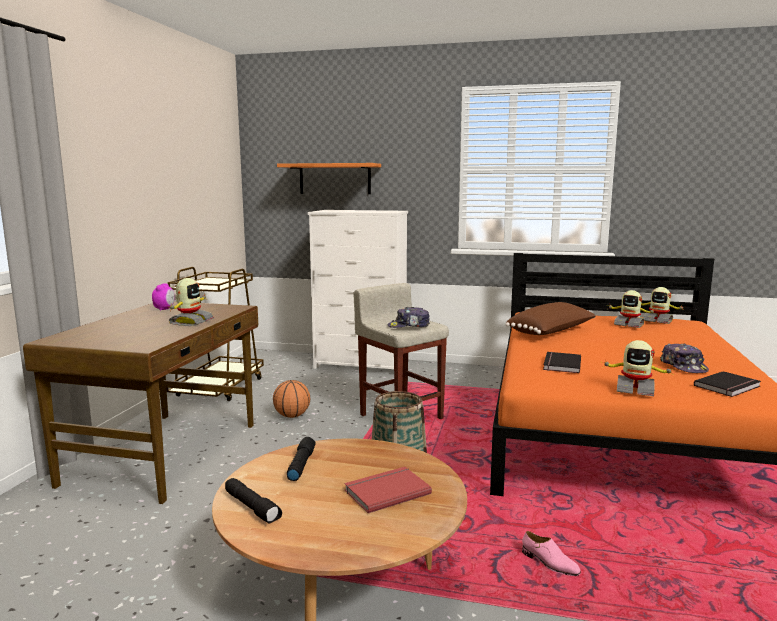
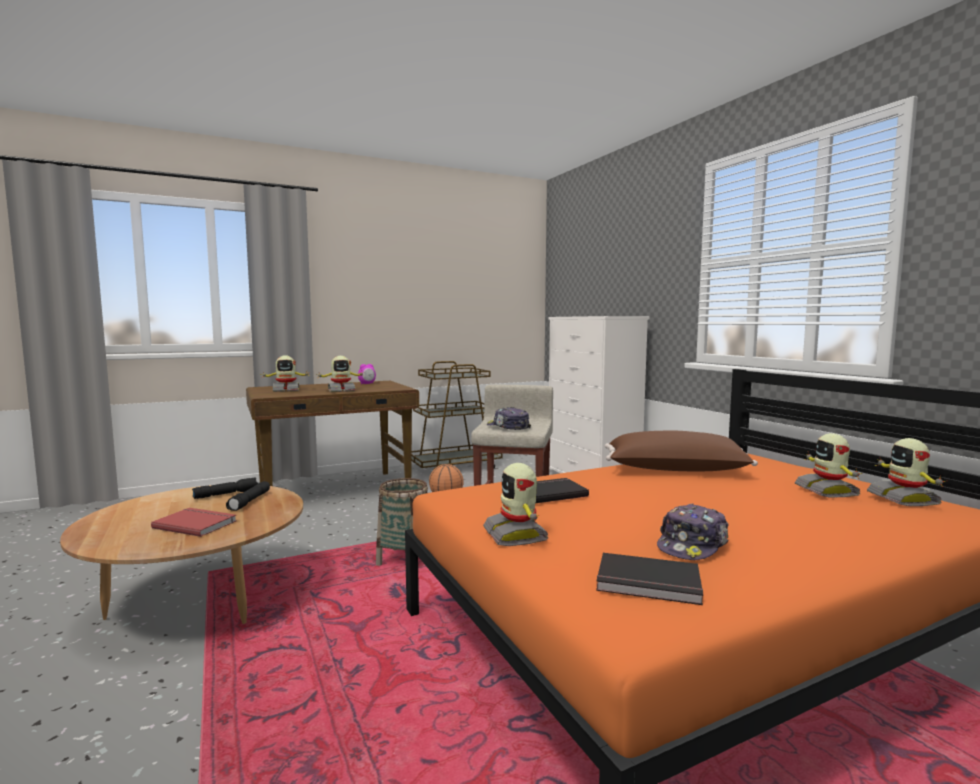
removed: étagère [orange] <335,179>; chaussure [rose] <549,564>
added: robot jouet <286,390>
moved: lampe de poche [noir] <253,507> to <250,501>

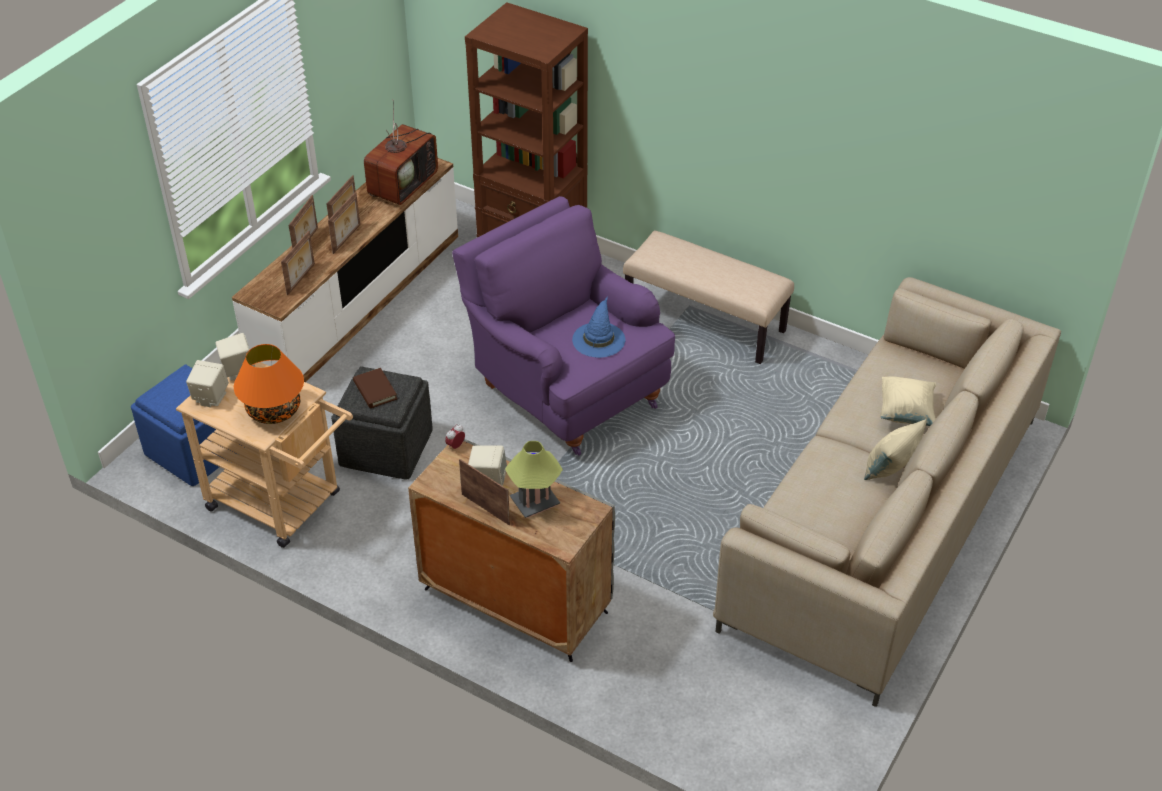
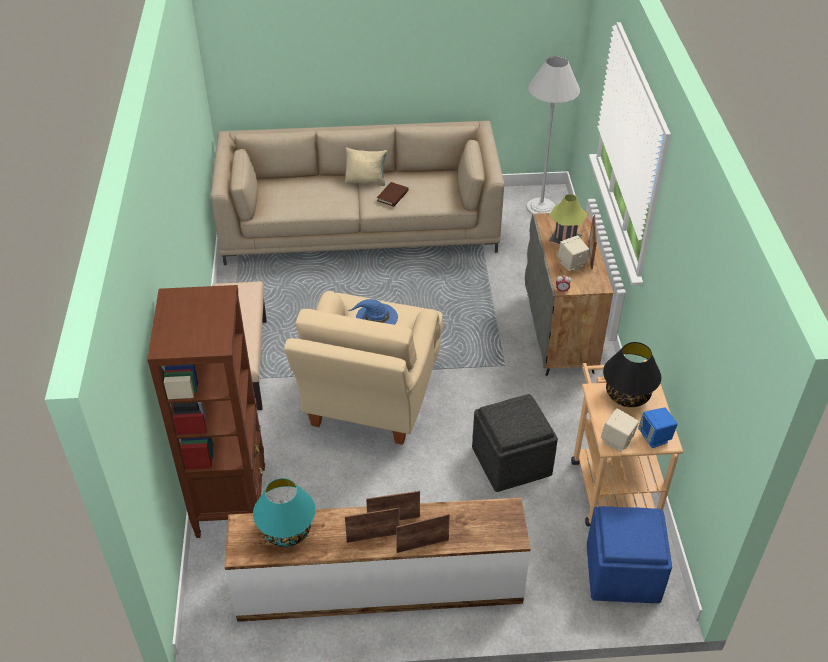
removed: cadre photo <301,279>; coussin [beige] <906,412>
added: lampadaire [blanc] <541,208>
moved: livre [marron] <375,390> to <392,196>
replaced: téléviseur <402,184> to lampe de table [turquoise] <286,531>
recoloured: enceinte [beige] <210,397> to enceinte [bleu] <655,438>; lampe de table [orange] <274,410> to lampe de table [noir] <627,395>; fauteuil [violet] <566,388> to fauteuil [beige] <370,400>

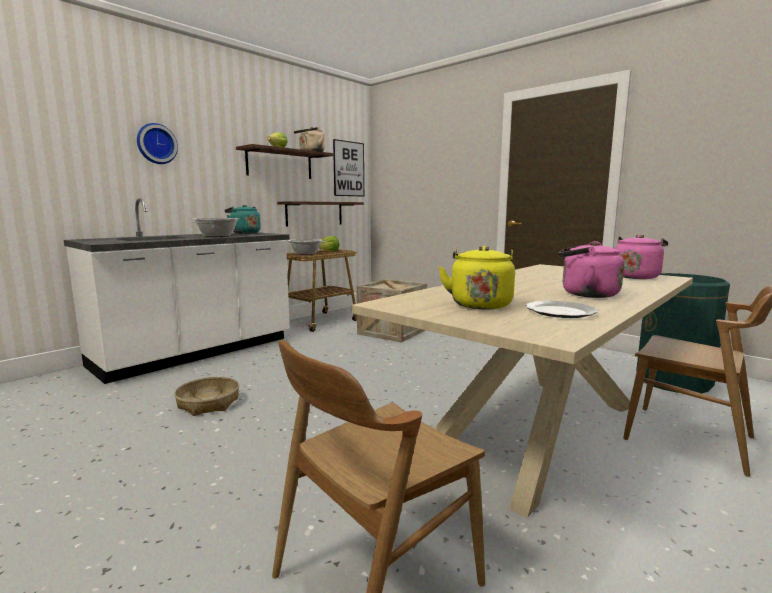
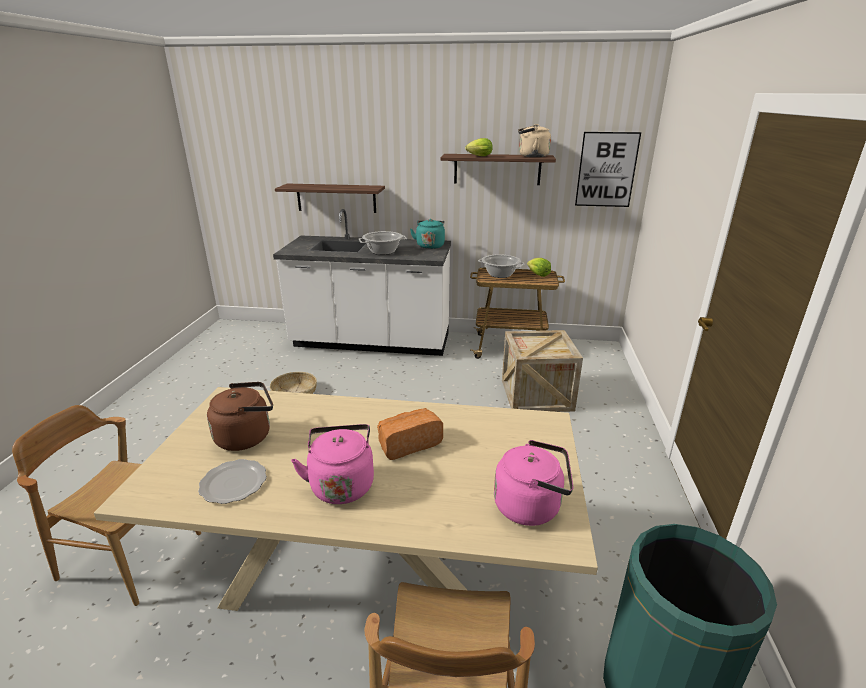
removed: horloge murale <156,144>
added: pain <408,444>
moved: étagère <314,213> to <336,198>
recoloured: bouilloire [jaune] <480,304> to bouilloire [marron] <247,436>

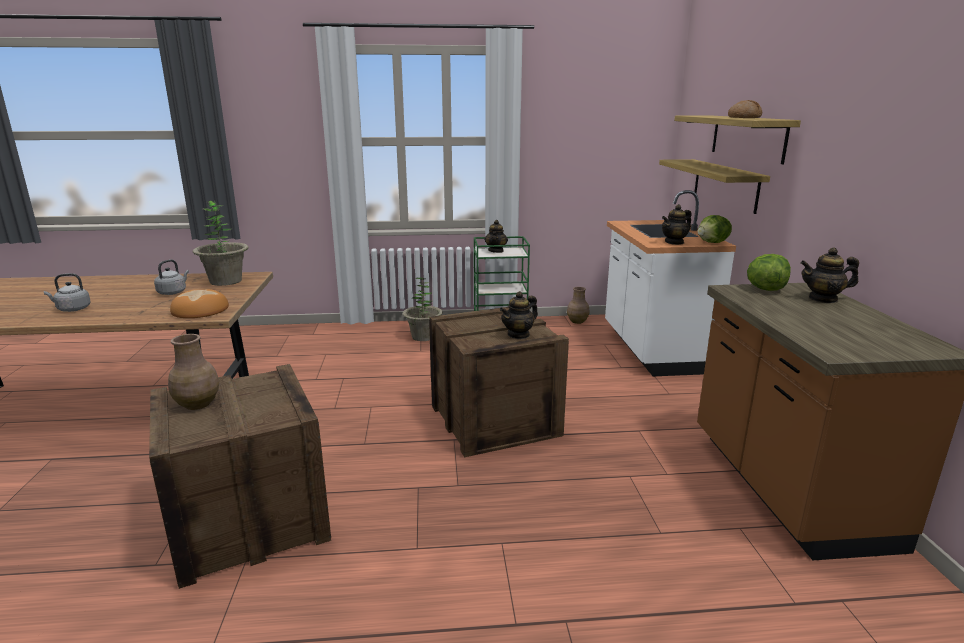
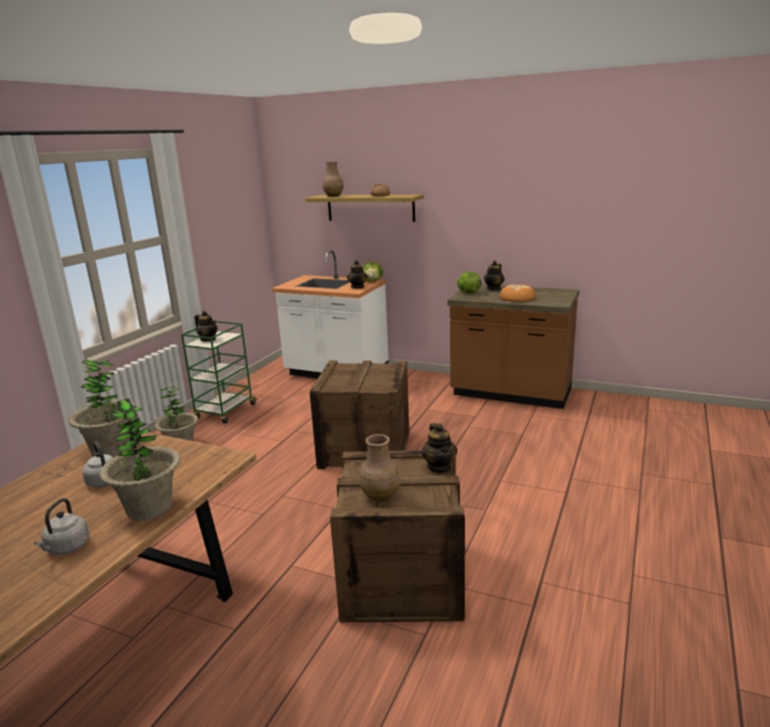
removed: étagère <725,184>
added: plante en pot <149,508>
moved: pain <200,310> to <517,298>; théière <518,335> to <439,467>; vase [marron] <577,321> to <333,196>

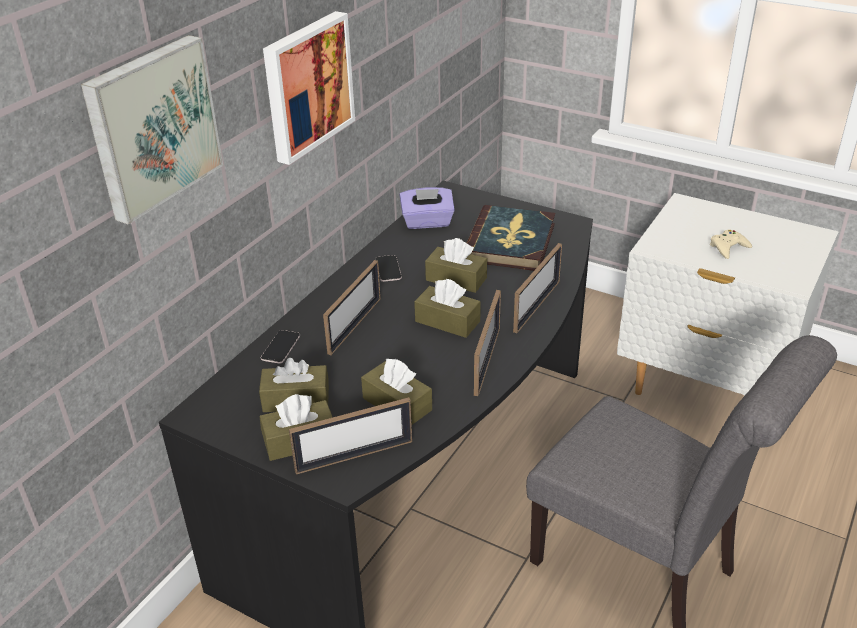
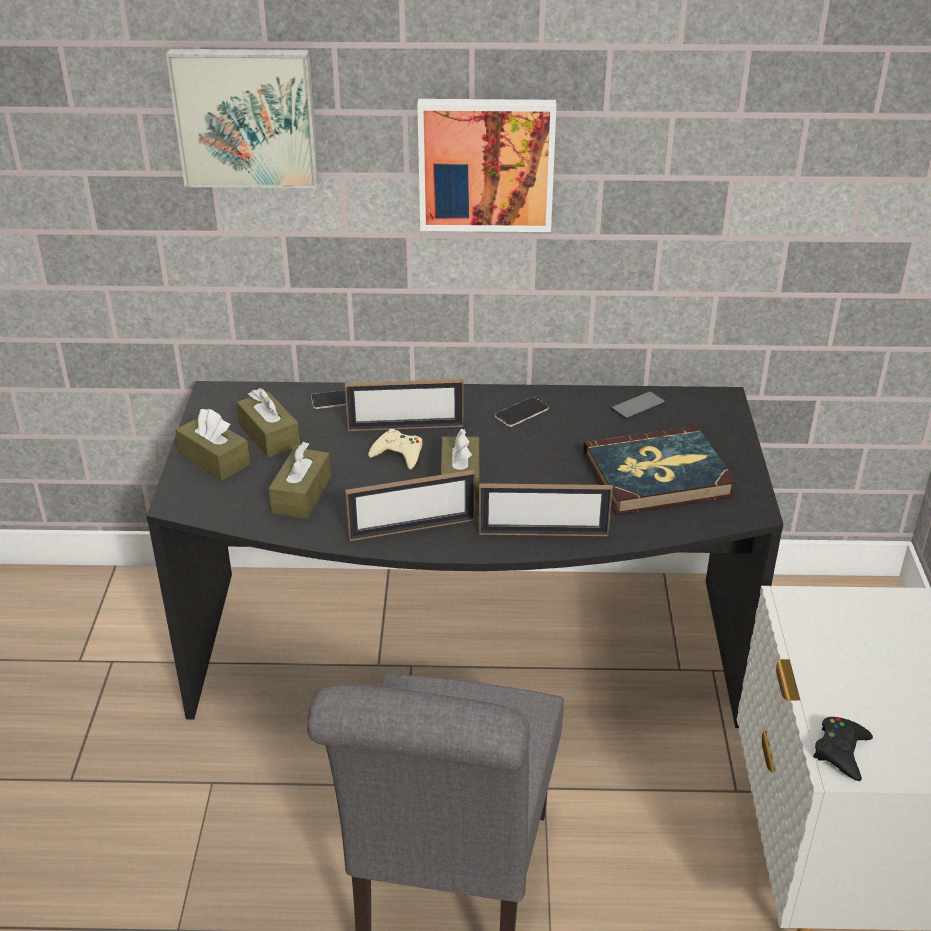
removed: cadre photo <354,456>; boîte à mouchoirs [marron] <456,279>
added: manette [noir] <841,751>
moved: manette [beige] <728,247> to <398,454>
replaced: boîte à mouchoirs [violet] <427,222> to téléphone <638,406>

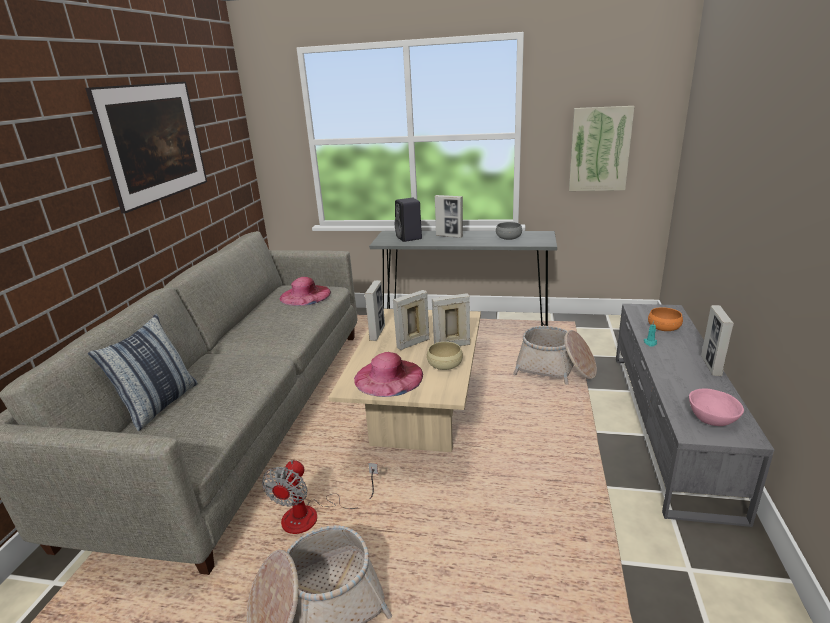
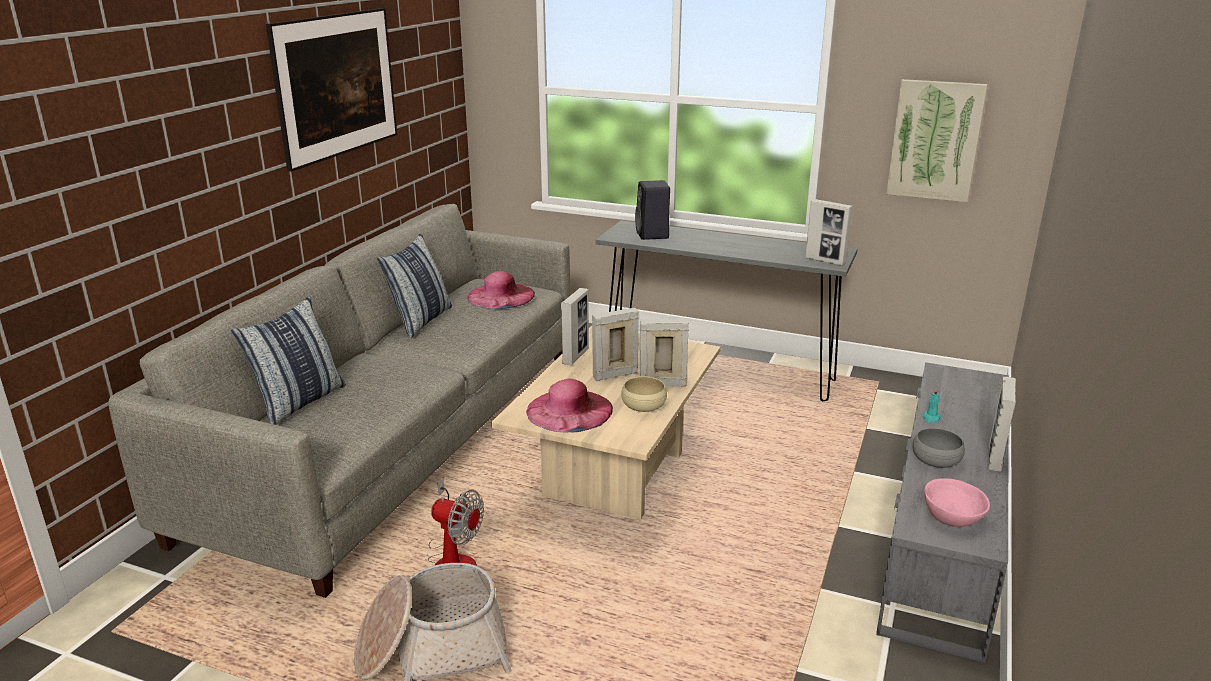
removed: panier <555,369>; bol [orange] <664,327>
added: coussin <420,321>
moved: cadre photo <449,236> to <825,261>; bol [gris] <508,237> to <936,460>
turned: ventilateur <313,515> = <453,560> 90 degrees counterclockwise

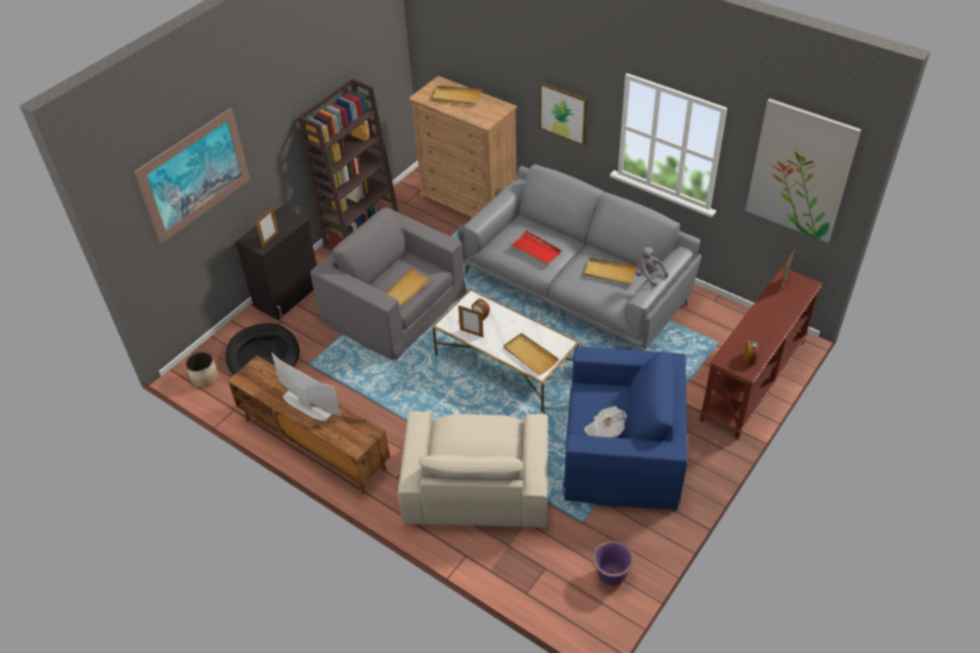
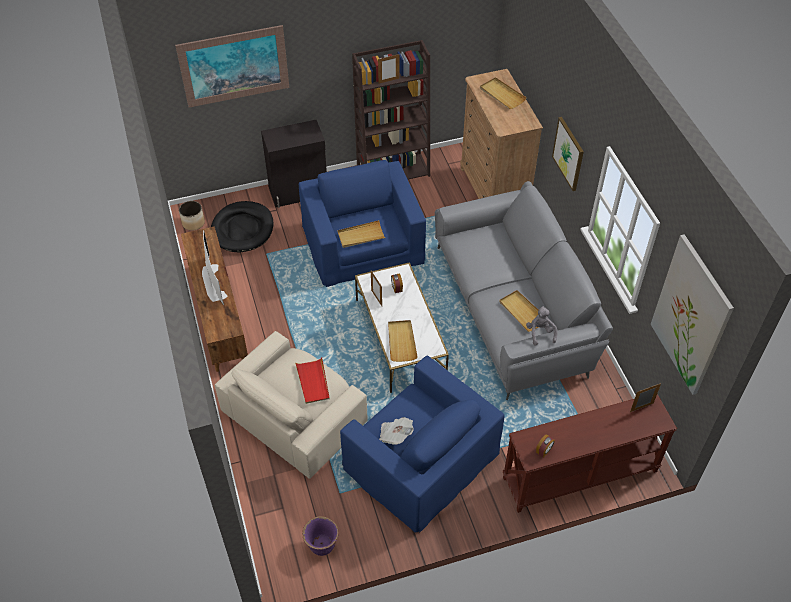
moved: cadre photo <270,239> to <388,80>; plateau [rouge] <535,250> to <313,382>
recoloured: fauteuil [gris] <393,305> to fauteuil [bleu] <363,243>

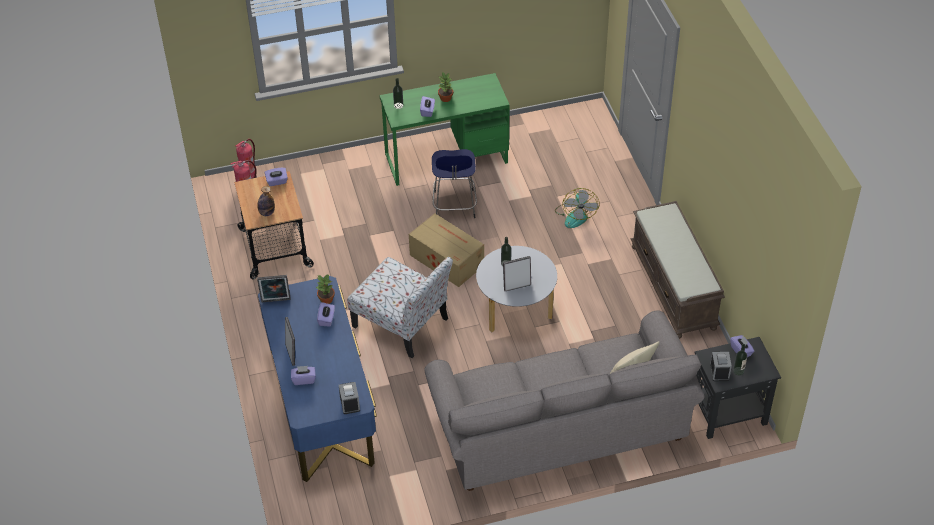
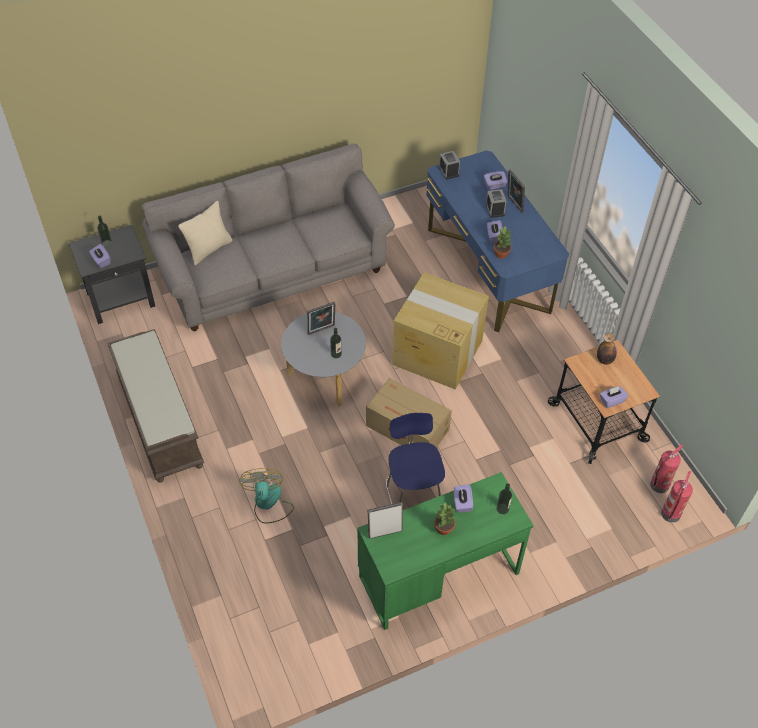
moved: cadre photo <276,301> to <385,531>; réveil <719,372> to <495,209>
replaced: chaise <402,323> to carton <436,352>

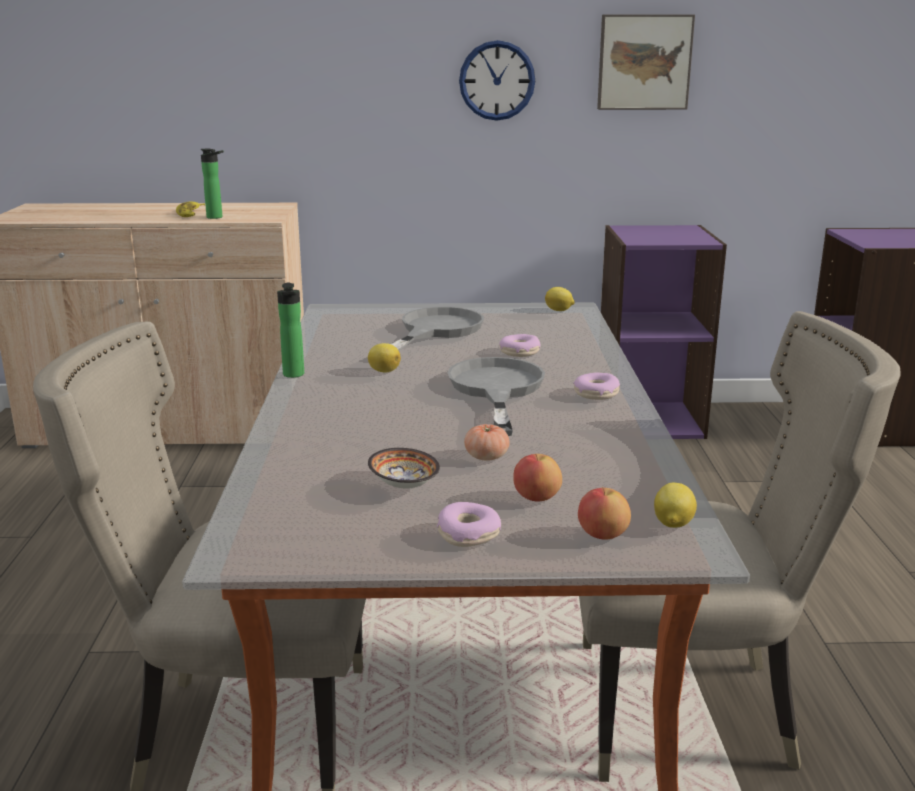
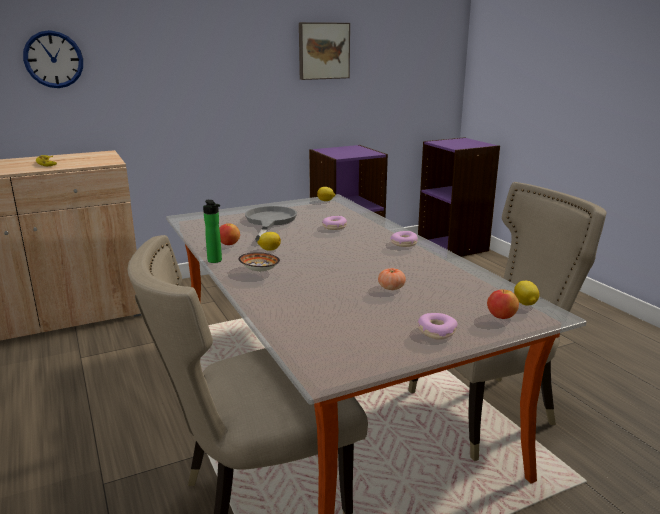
removed: bouteille <217,217>; poêle [gris] <496,390>
moved: bol <403,486> to <259,271>; horloge murale <497,80> to <53,59>; pomme <536,498> to <229,244>

